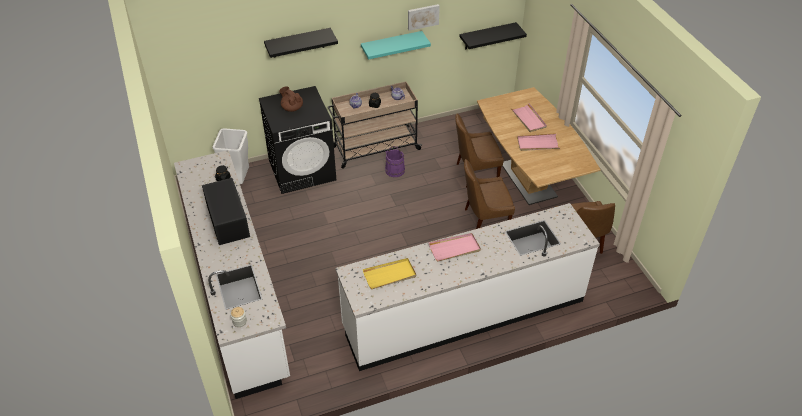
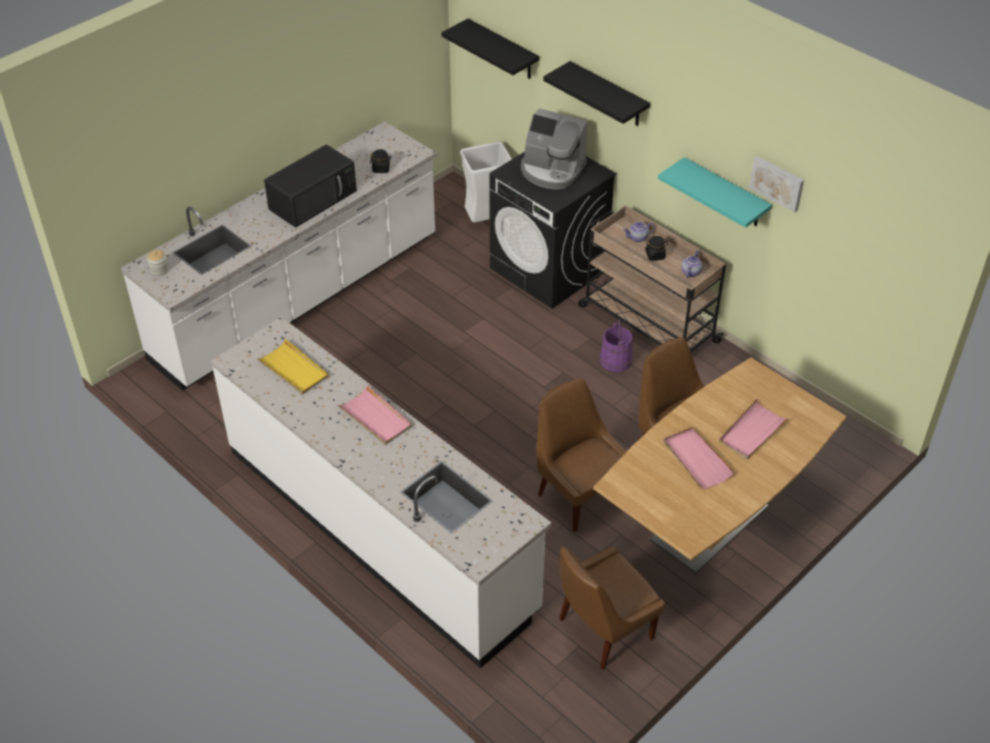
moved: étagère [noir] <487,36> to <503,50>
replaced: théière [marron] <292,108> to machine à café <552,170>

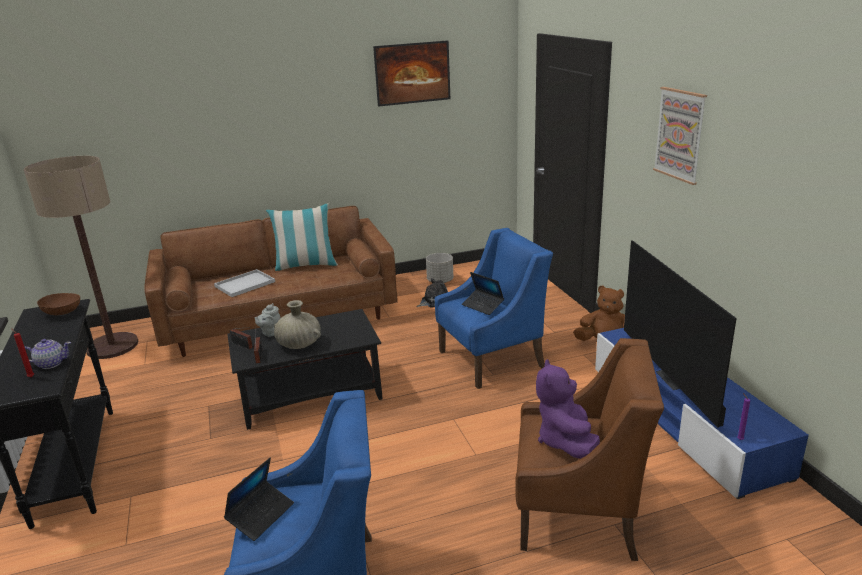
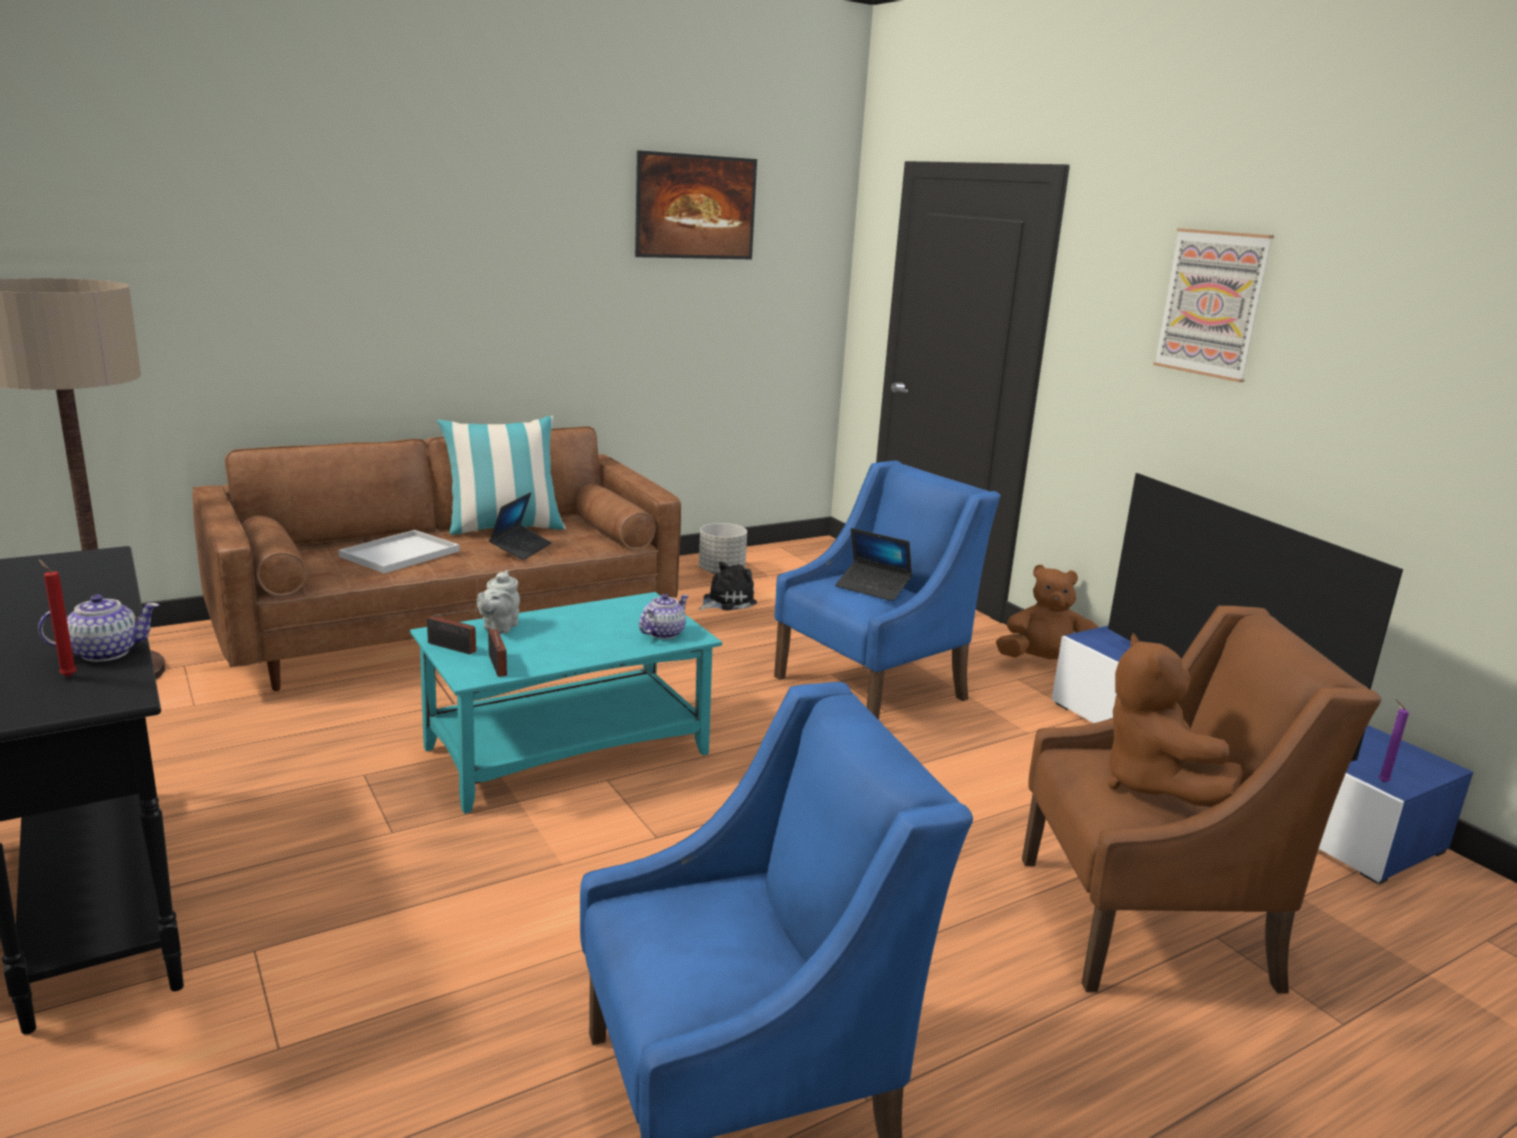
removed: bol [marron] <63,312>; vase [beige] <299,344>
added: théière <662,633>
moved: ordinateur portable <261,515> to <521,549>
recoloured: table basse [noir] <311,394> to table basse [turquoise] <569,750>; peluche [violet] <565,441> to peluche [marron] <1152,785>

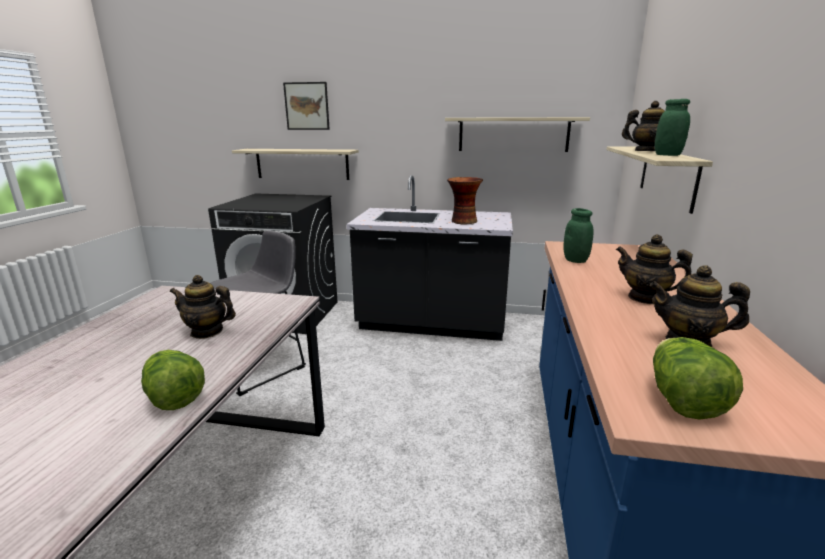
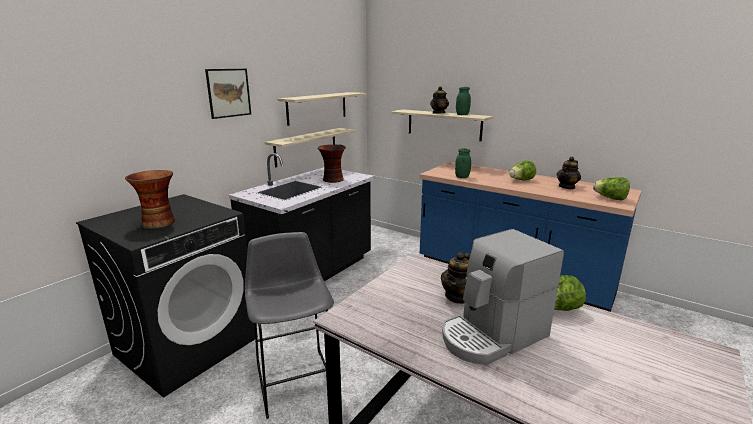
added: vase <158,222>; machine à café <492,335>
moved: étagère <302,164> to <306,146>; tableau <307,106> to <228,93>
replaced: théière <646,298> to laitue <521,180>

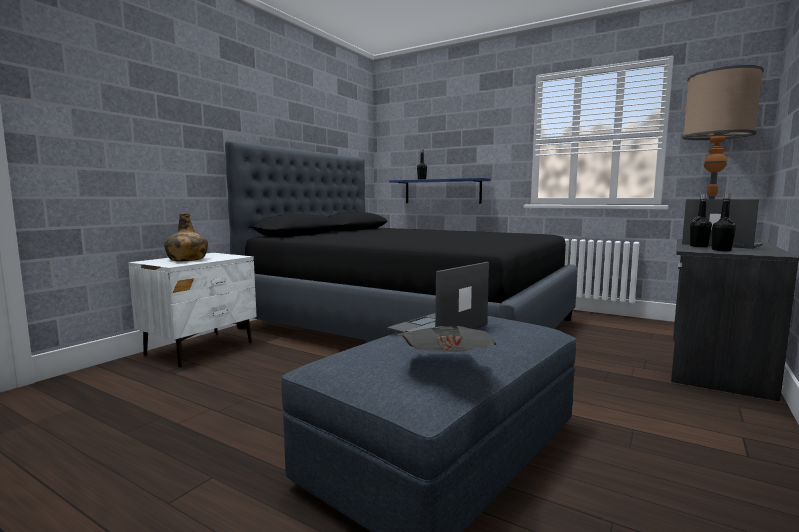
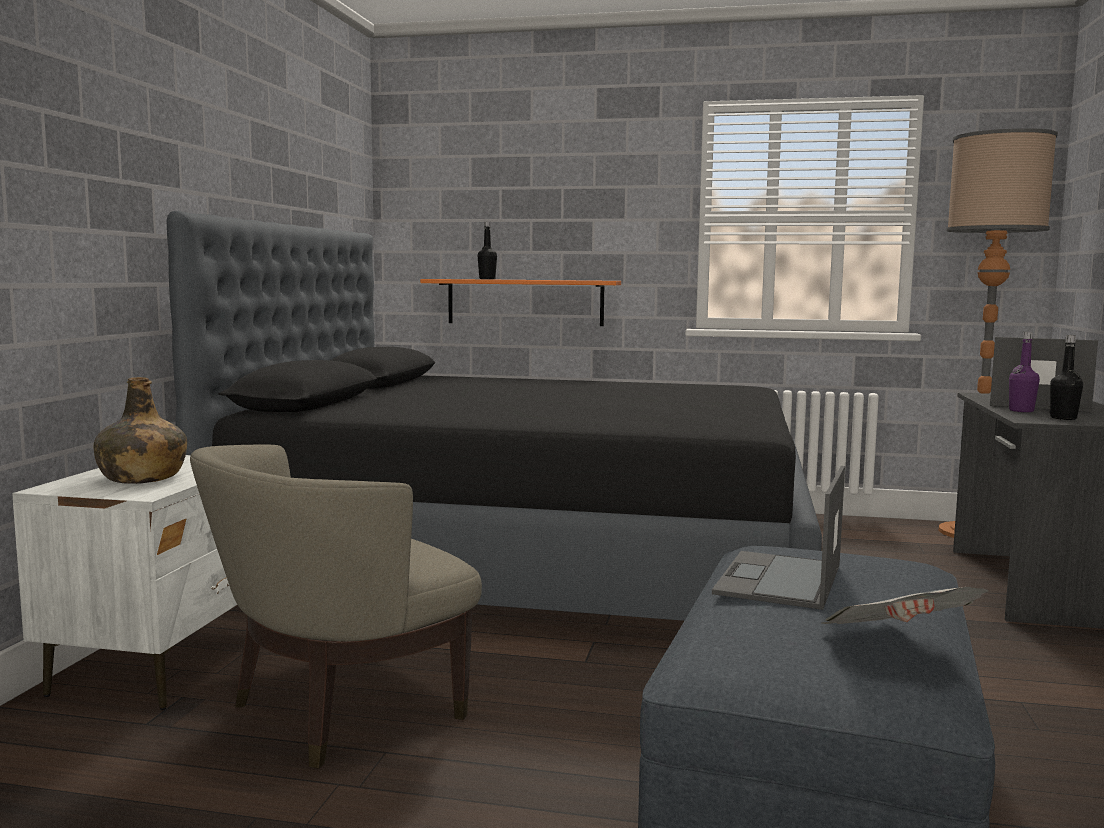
added: fauteuil [beige] <338,713>
recoloured: étagère [bleu] <442,191> to étagère [orange] <525,302>; bouteille [noir] <698,246> to bouteille [violet] <1021,411>

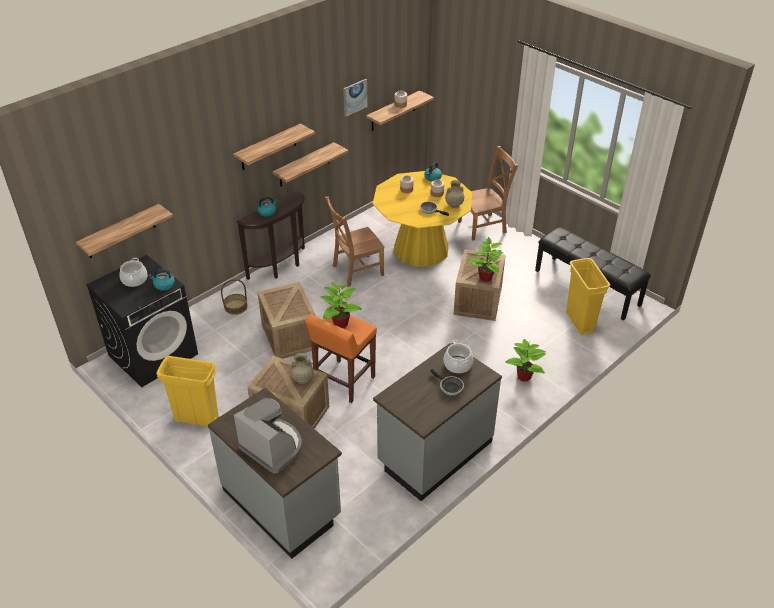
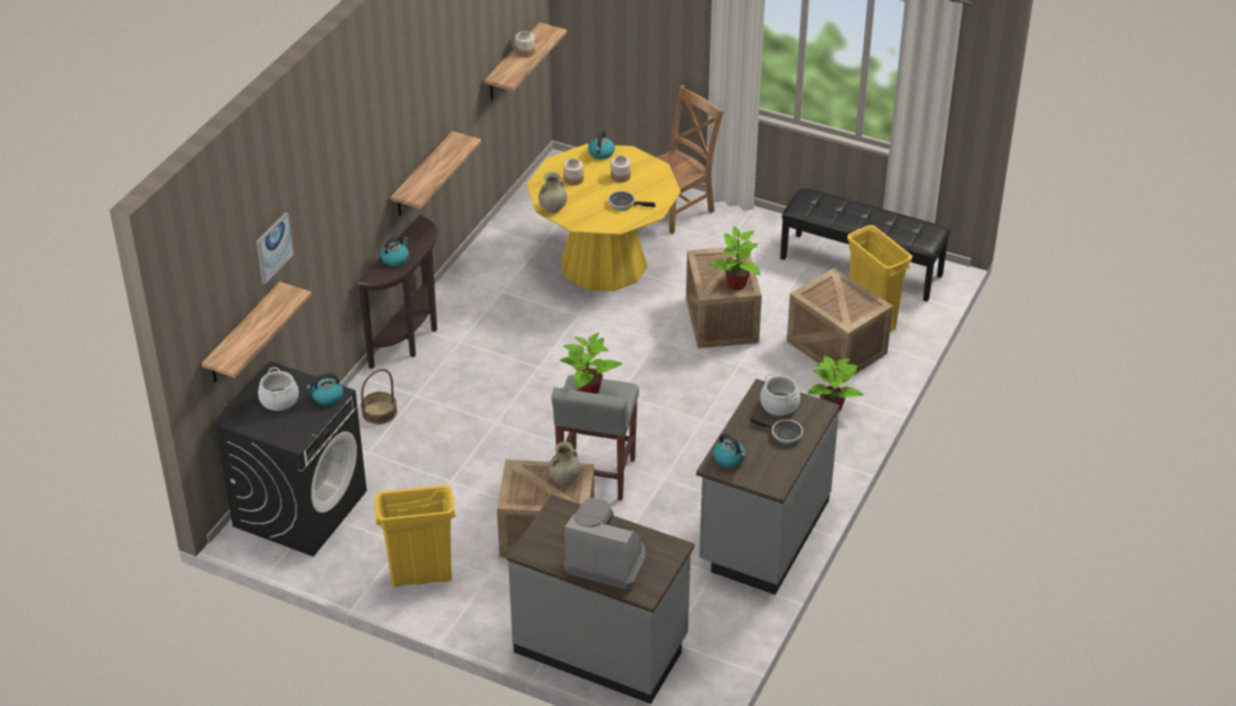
removed: étagère <268,147>; chaise [marron] <356,271>
added: bouilloire <729,459>
moved: caisse <289,336> to <835,347>; tableau <355,97> to <273,247>; vase [beige] <454,205> to <552,208>
recoloured: tabouret [orange] <344,381> to tabouret [gris] <596,475>

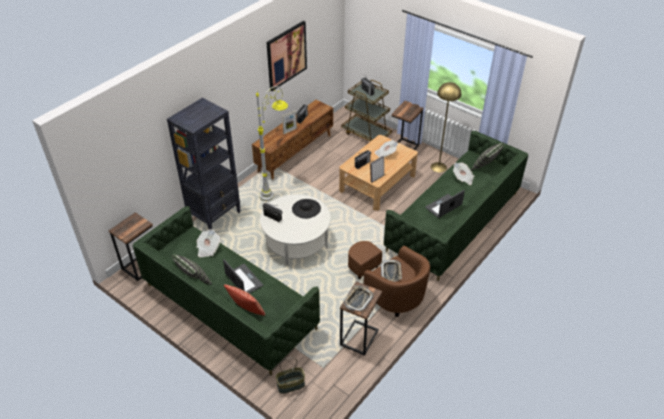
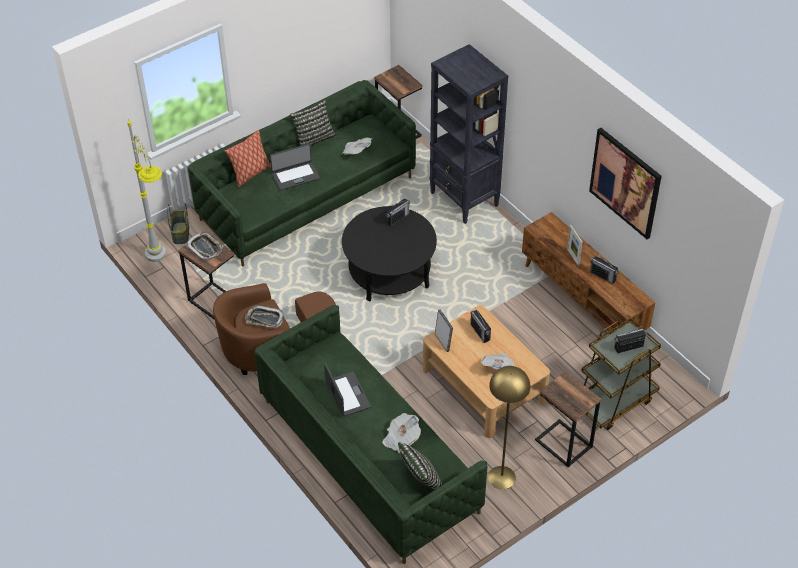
removed: chapeau [noir] <306,208>
moved: lampadaire [gris] <276,190> to <163,265>
recoloured: table basse [blanc] <296,242> to table basse [noir] <389,271>

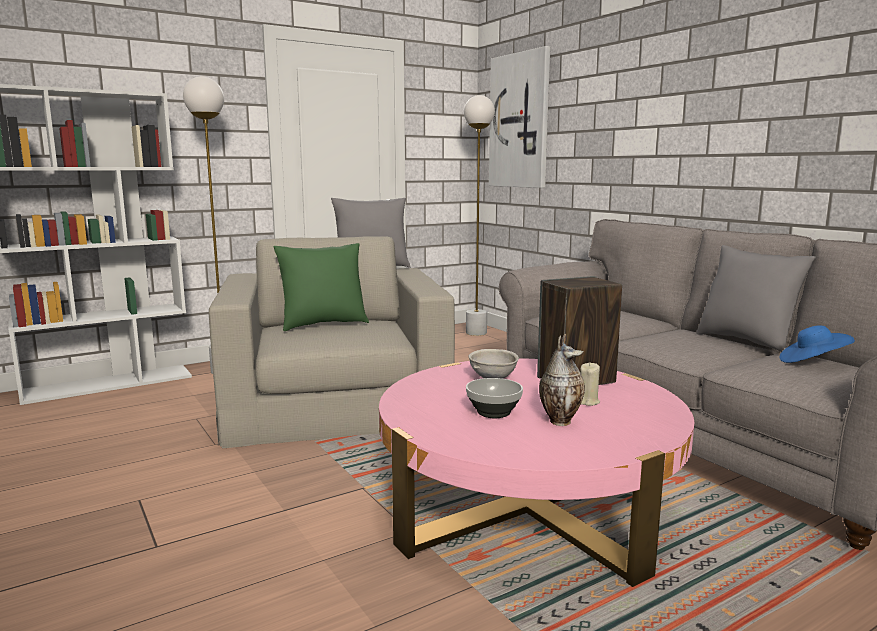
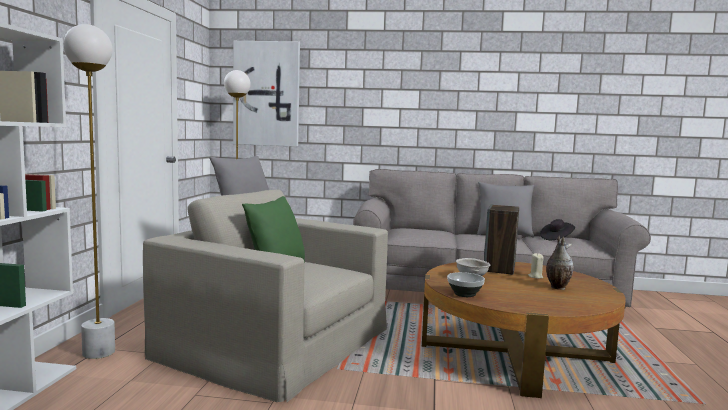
moved: bol <493,413> to <465,294>
recoloured: table basse [rose] <528,507> to table basse [marron] <514,352>; chapeau [bleu] <812,363> to chapeau [noir] <556,238>

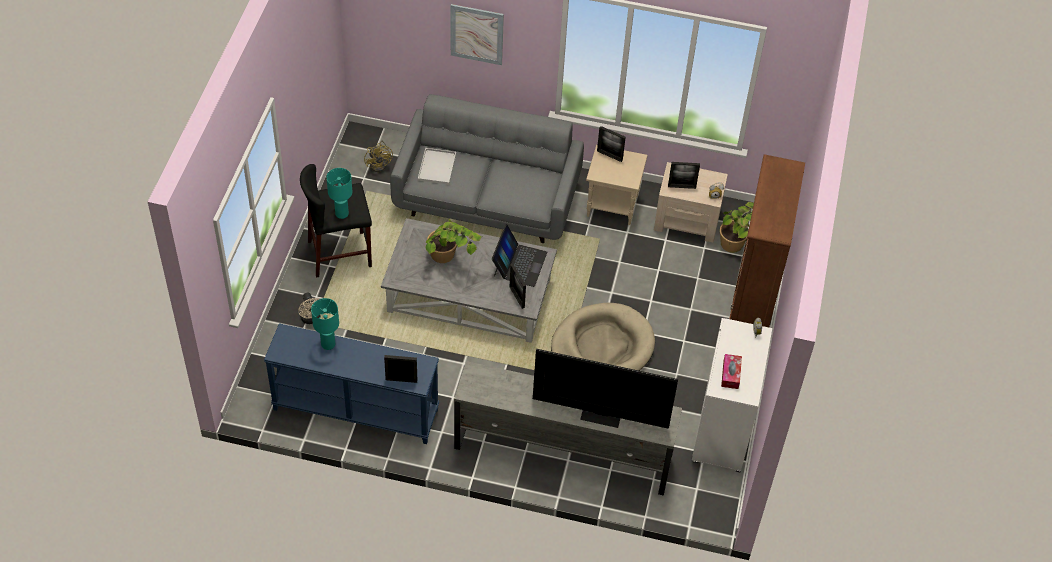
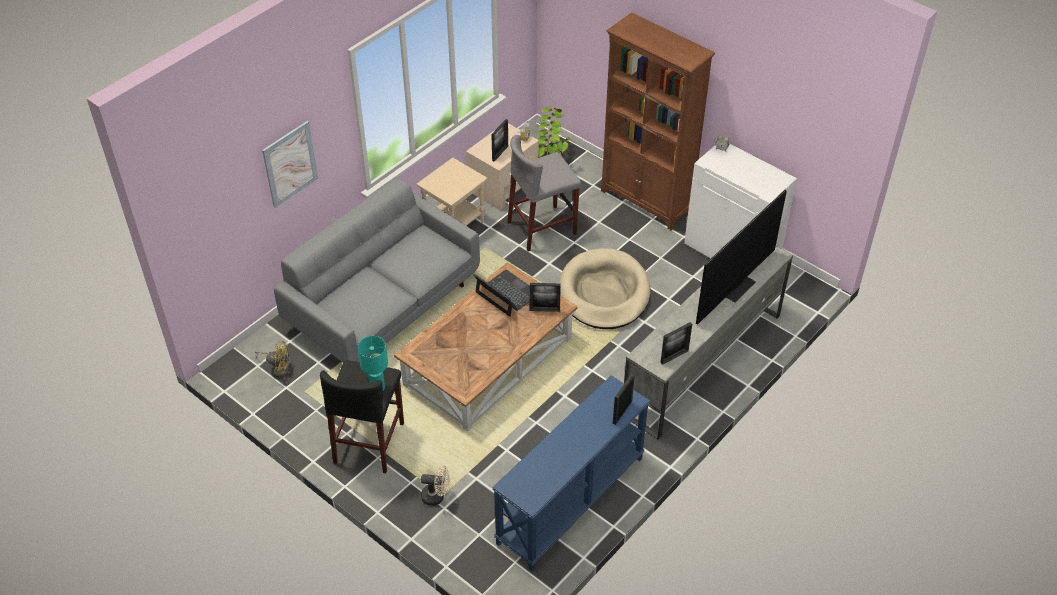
removed: lampe de table [turquoise] <328,344>; plateau [blanc] <436,166>; plante en pot <450,262>; boîte à mouchoirs <730,374>
added: tabouret [gris] <542,228>
moved: cadre photo <609,155> to <674,356>
recoloured: table basse [gris] <470,294> to table basse [marron] <488,360>

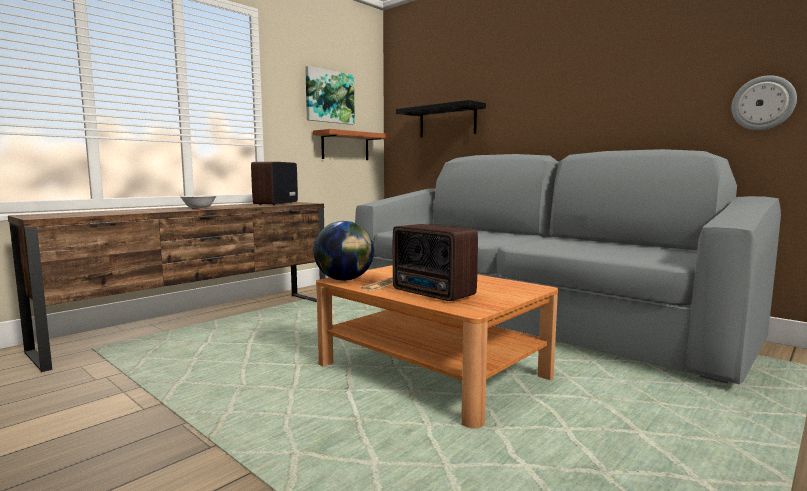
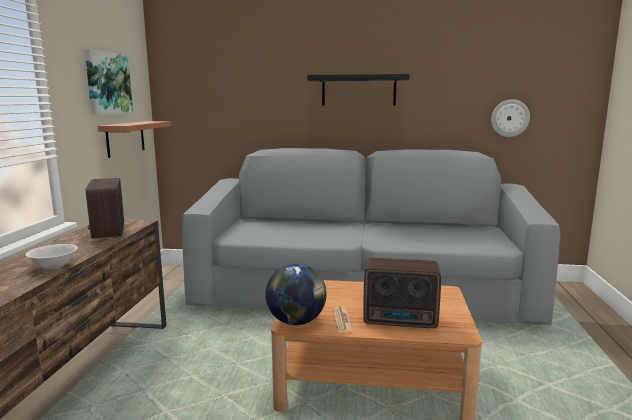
moved: étagère [noir] <447,121> to <358,90>

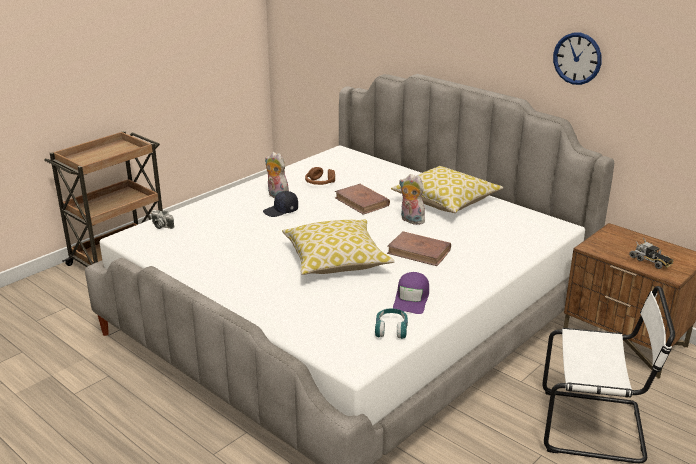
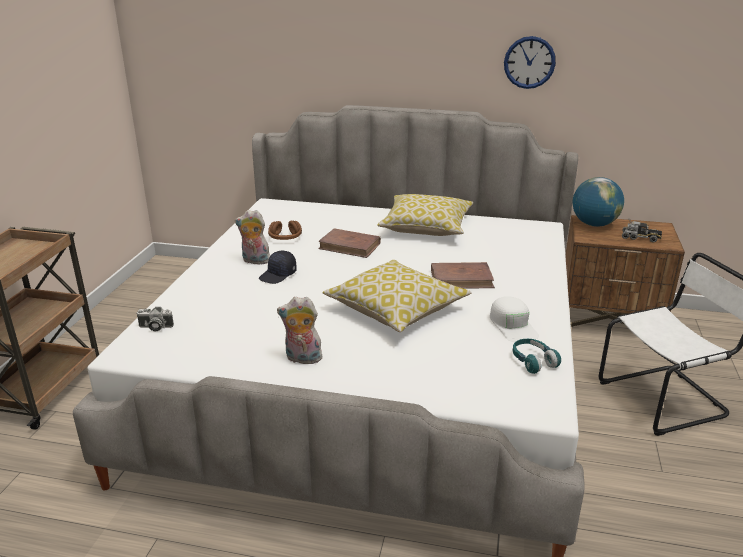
added: globe <594,224>
moved: peluche <410,220> to <302,359>
recoloured: casquette [violet] <411,299> to casquette [blanc] <512,325>

